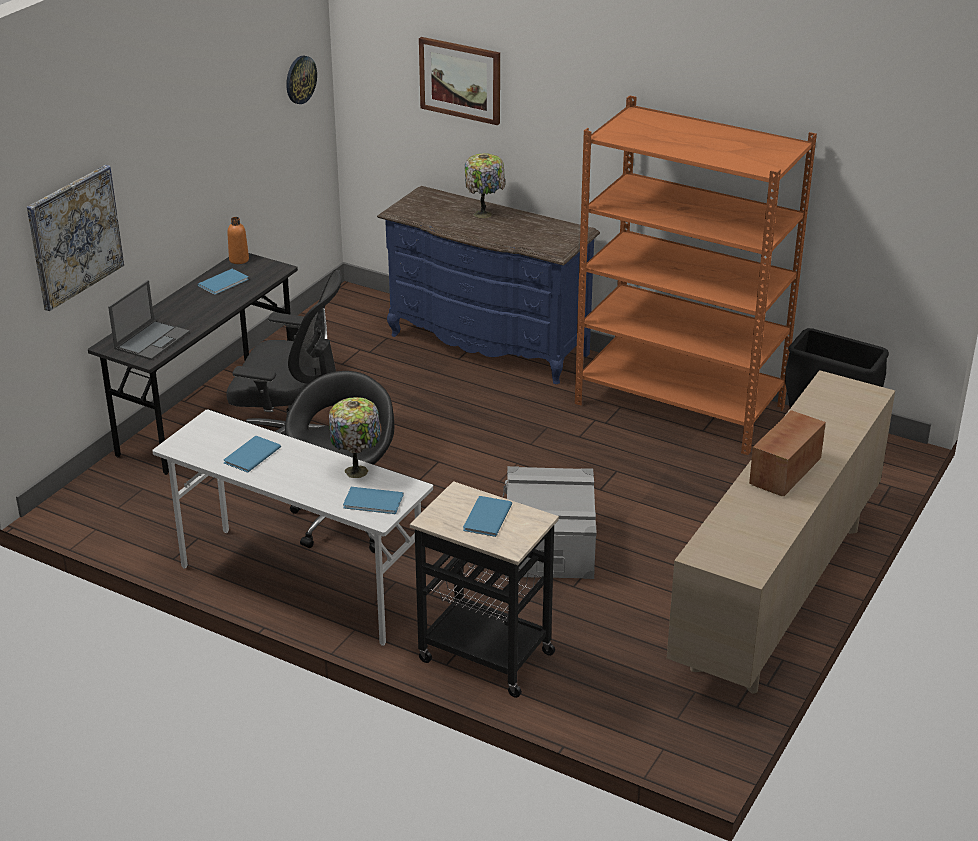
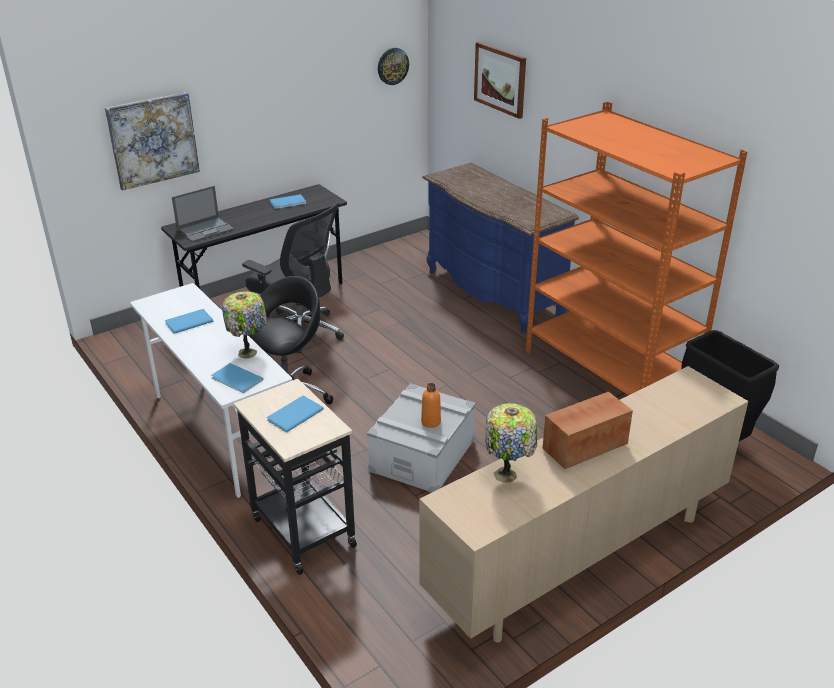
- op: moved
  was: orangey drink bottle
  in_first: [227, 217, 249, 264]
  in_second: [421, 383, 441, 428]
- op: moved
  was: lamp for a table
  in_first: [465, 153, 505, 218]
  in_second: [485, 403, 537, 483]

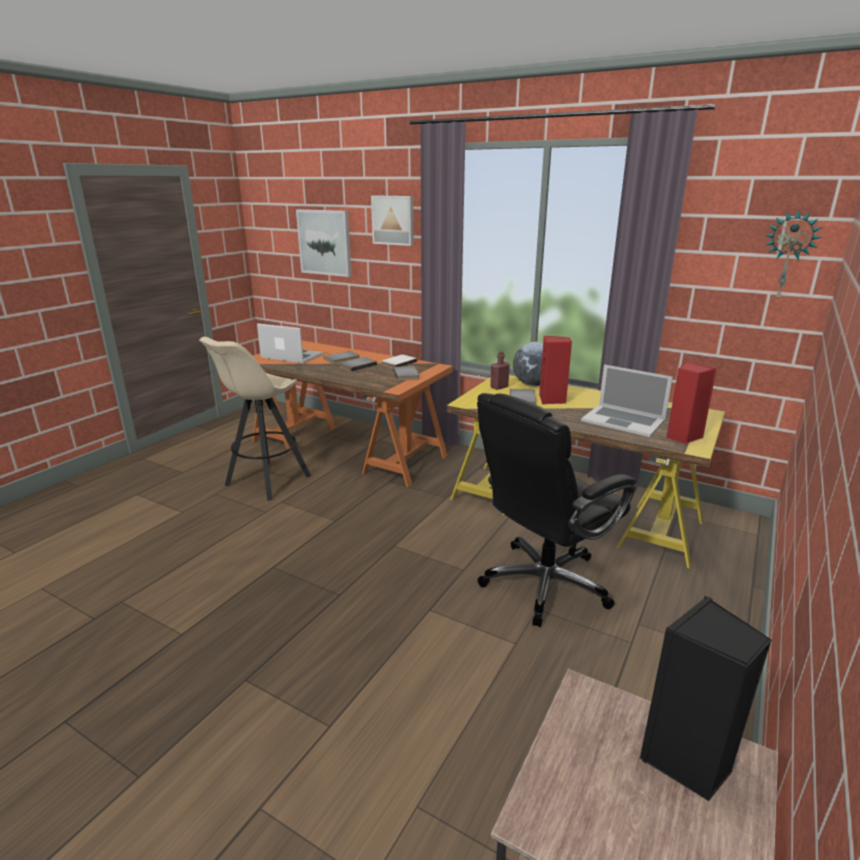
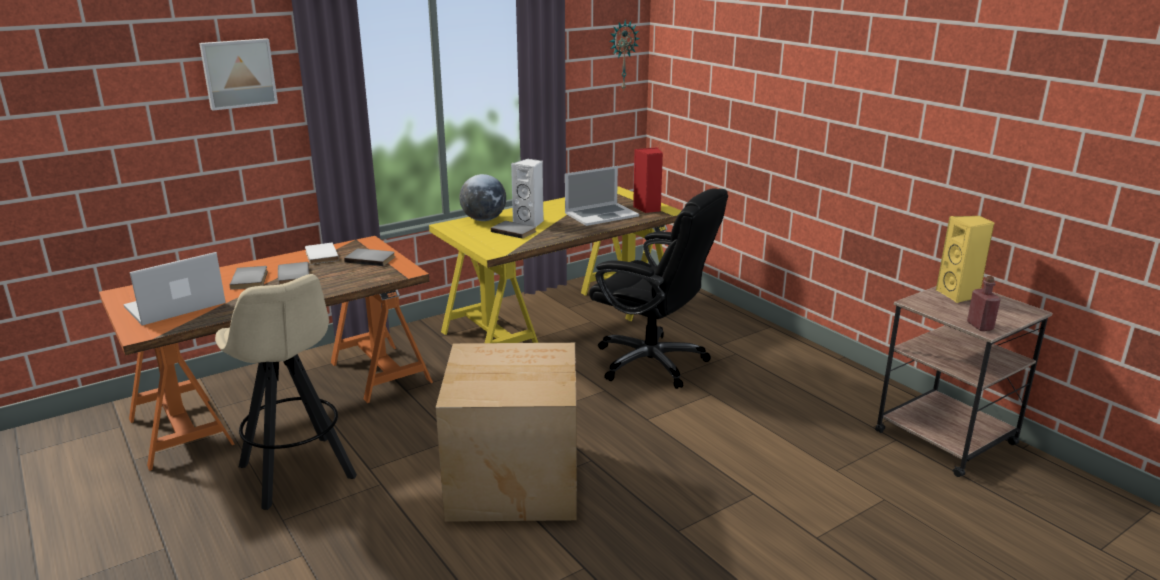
- op: removed
  was: wall picture
  in_first: [296, 209, 351, 277]
- op: added
  now: cardboard box
  in_second: [436, 343, 577, 522]
- op: moved
  was: red drink bottle
  in_first: [490, 351, 510, 390]
  in_second: [967, 276, 1001, 331]
- op: recoloured
  was: red audio speaker
  now: white audio speaker
  in_first: [539, 336, 572, 404]
  in_second: [511, 159, 544, 227]
- op: recoloured
  was: black audio speaker
  now: yellowish audio speaker
  in_first: [640, 596, 772, 801]
  in_second: [936, 216, 995, 303]
- op: turned
  was: black computer chair
  in_first: [477, 393, 636, 627]
  in_second: [589, 188, 728, 389]
  clockwise: -45

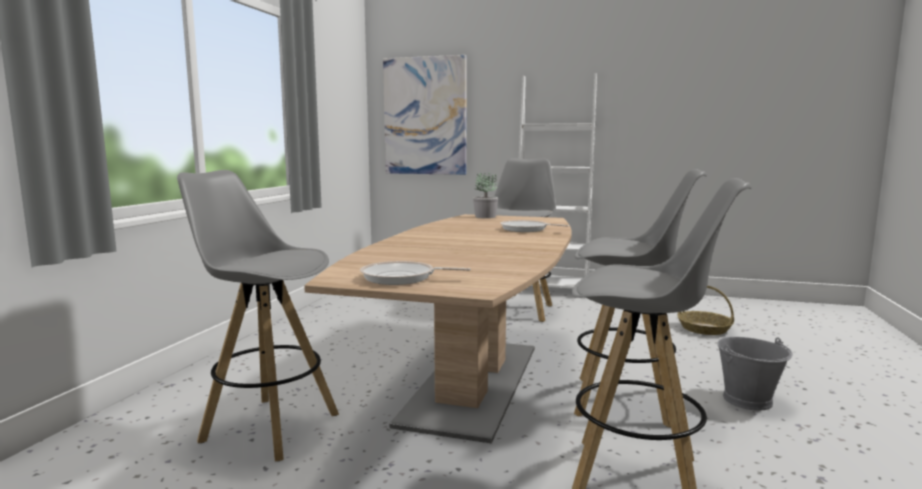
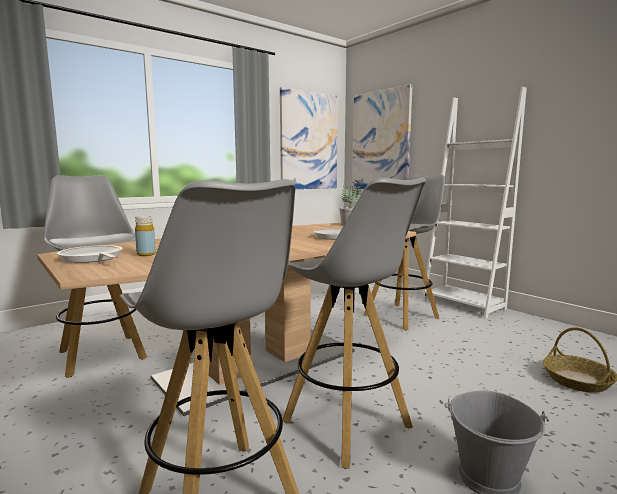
- op: added
  now: yellowish drink bottle
  in_second: [135, 216, 156, 256]
- op: added
  now: wall picture
  in_second: [280, 87, 338, 189]

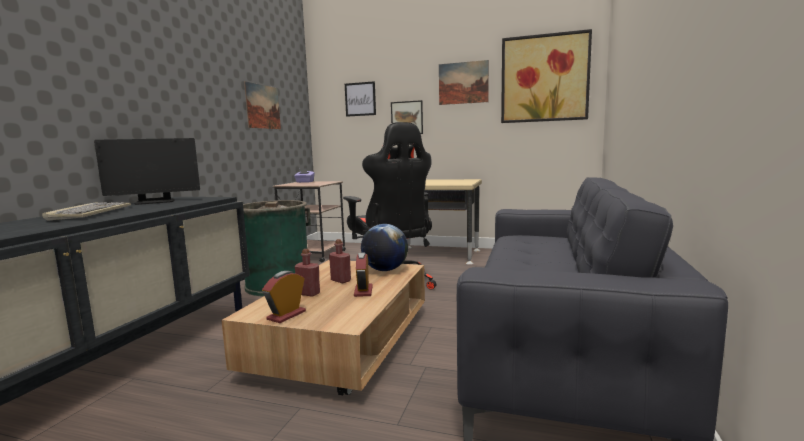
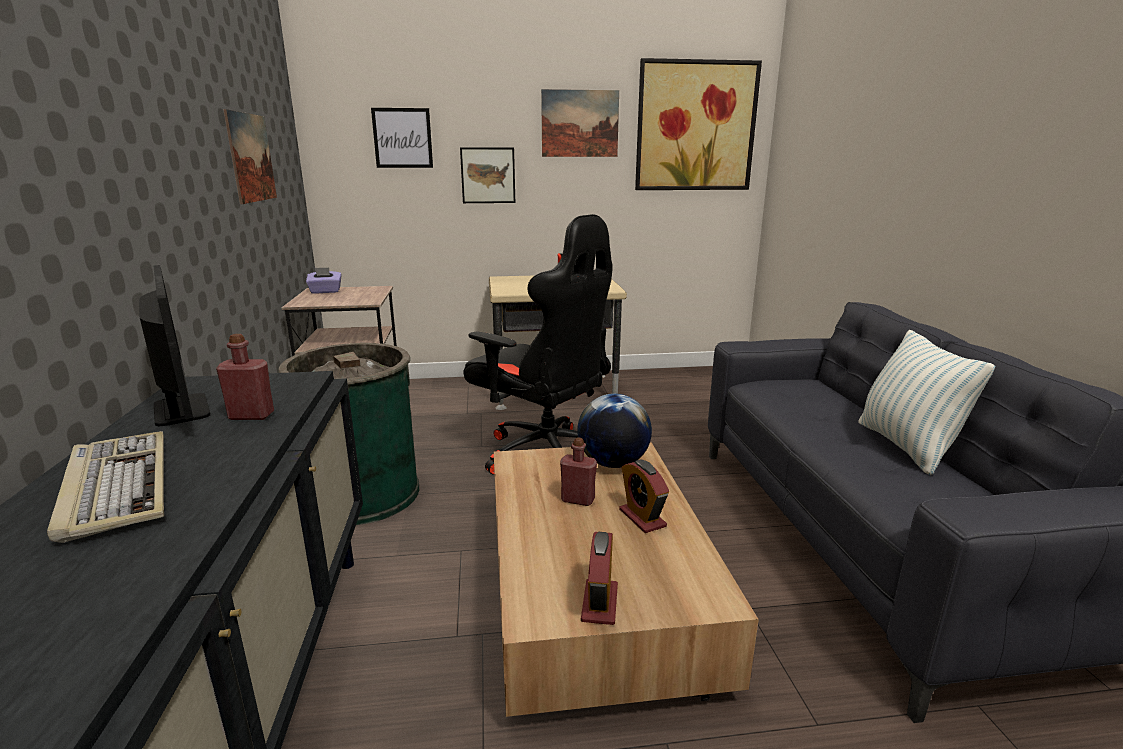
- op: added
  now: pillow
  in_second: [858, 330, 995, 475]
- op: moved
  was: red drink bottle
  in_first: [295, 249, 320, 297]
  in_second: [216, 334, 274, 420]
- op: turned
  was: computer display
  in_first: [94, 138, 200, 205]
  in_second: [139, 265, 210, 426]
  clockwise: -75

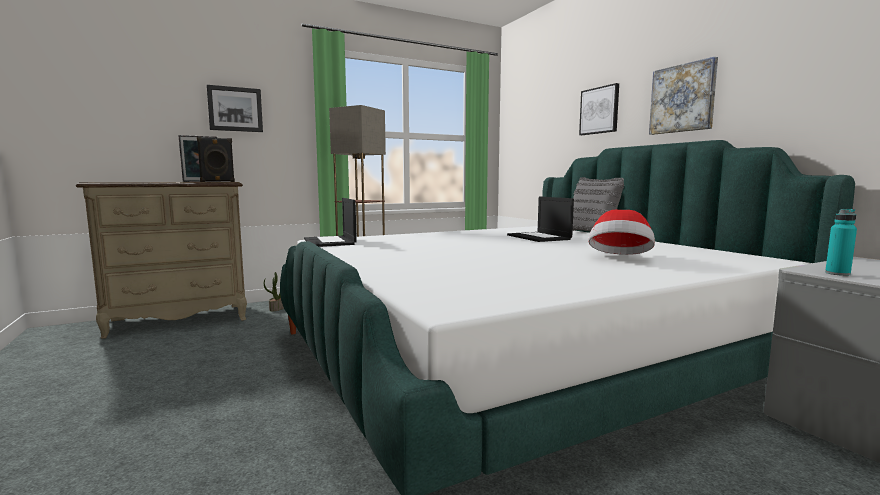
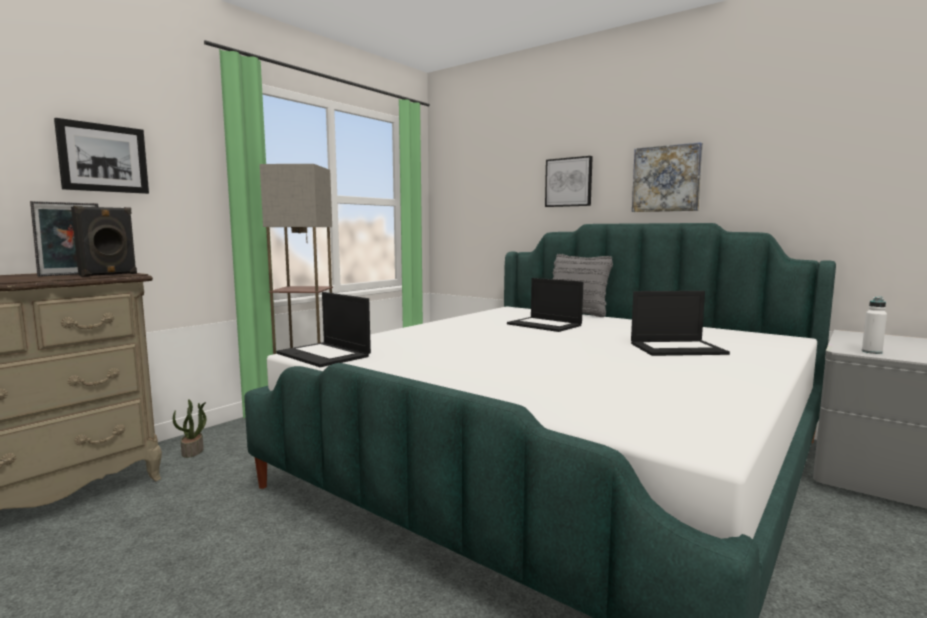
- op: replaced
  was: hat
  now: notebook computer
  in_first: [588, 210, 655, 255]
  in_second: [631, 291, 730, 356]
- op: recoloured
  was: blue-green drink bottle
  now: white drink bottle
  in_first: [825, 209, 857, 276]
  in_second: [862, 296, 887, 354]

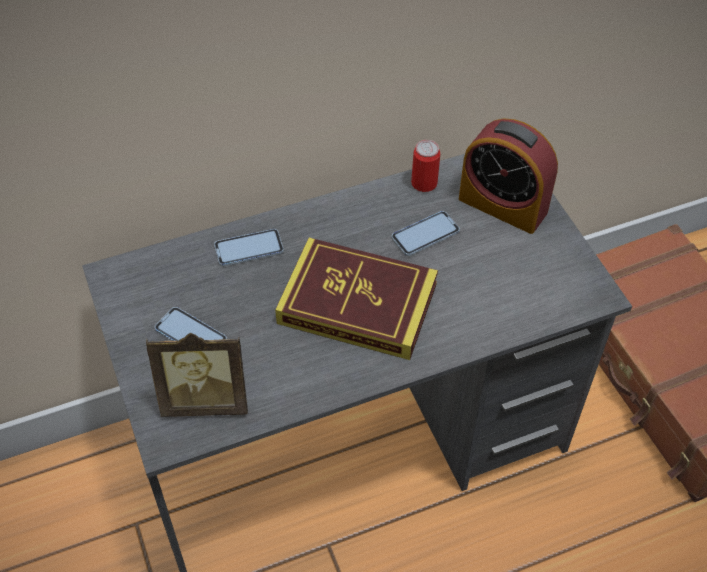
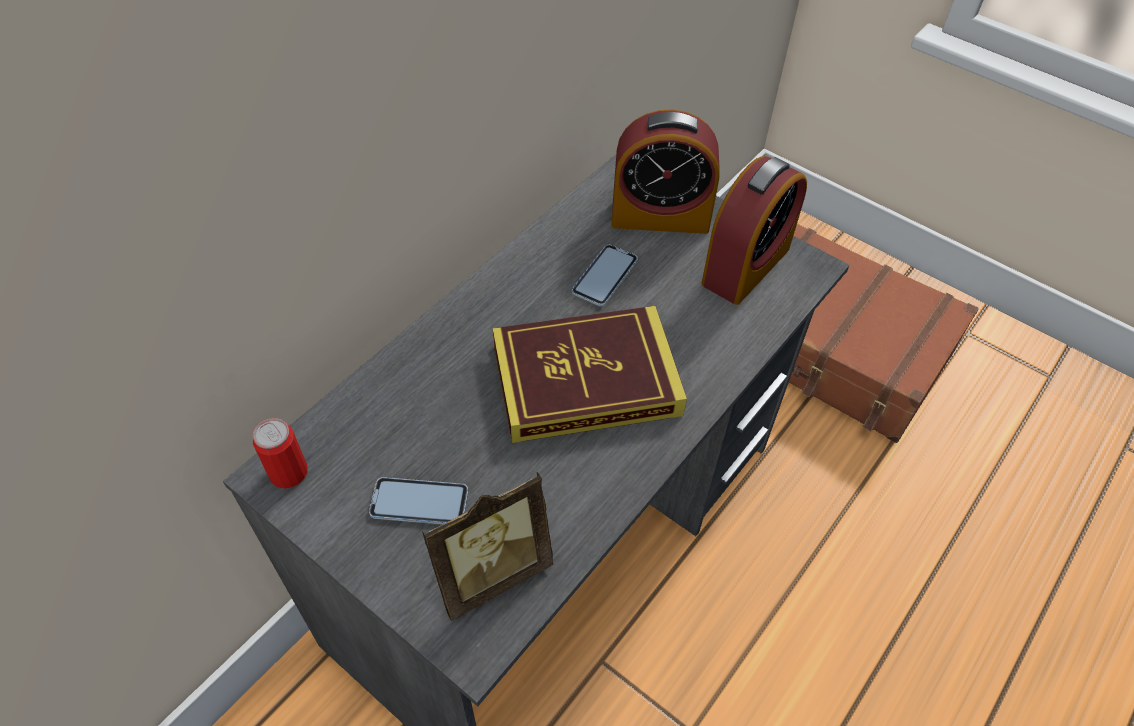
- op: removed
  was: phone
  in_first: [214, 229, 284, 266]
- op: added
  now: table clock
  in_second: [701, 156, 807, 305]
- op: moved
  was: can
  in_first: [411, 140, 440, 192]
  in_second: [253, 418, 308, 489]

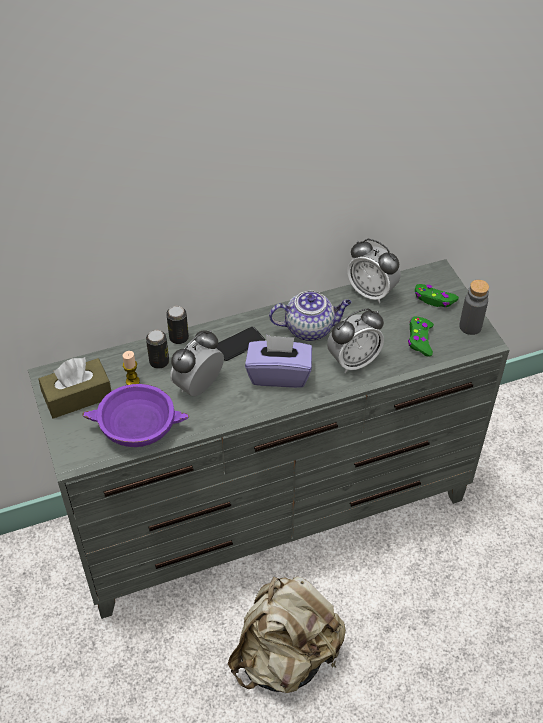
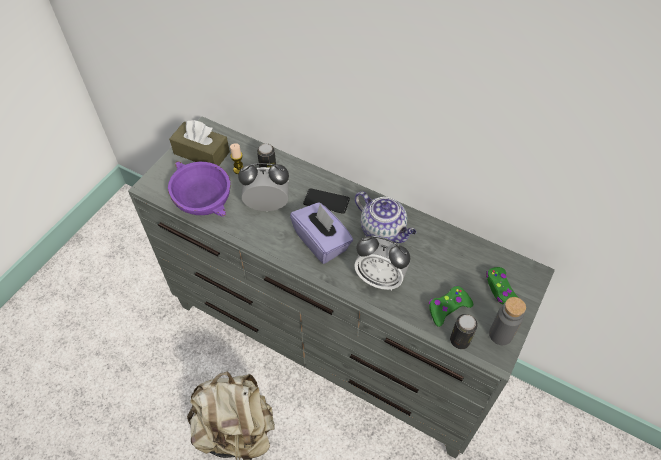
- op: removed
  was: table clock
  in_first: [347, 239, 401, 304]
- op: moved
  was: can
  in_first: [166, 306, 189, 344]
  in_second: [450, 314, 478, 349]

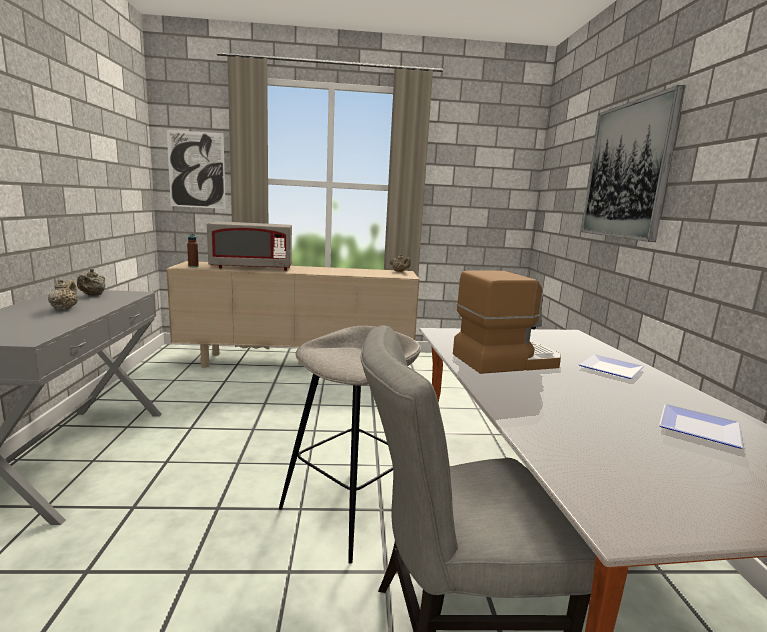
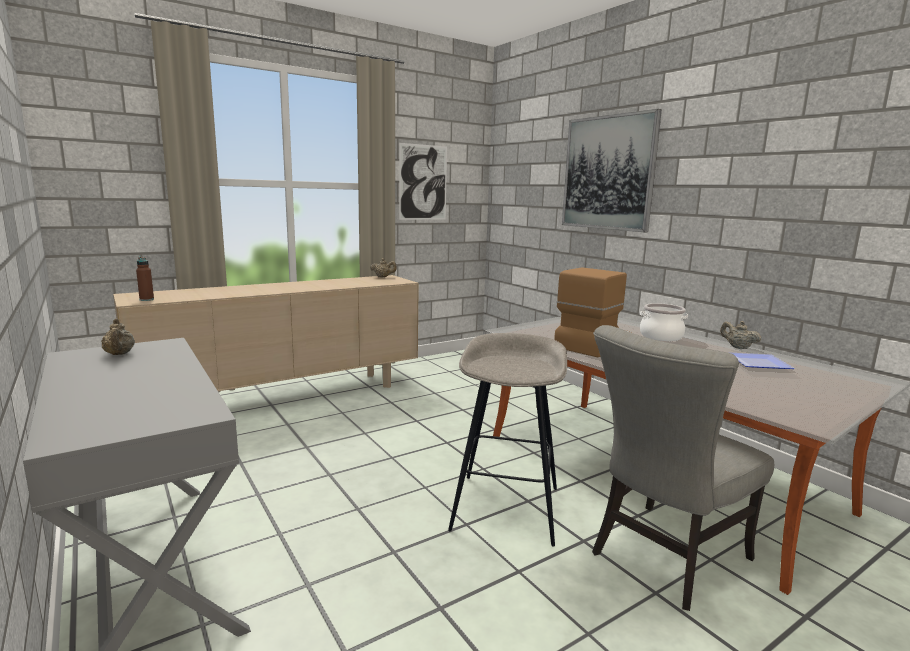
- op: removed
  was: greyish microwave
  in_first: [207, 221, 292, 271]
- op: moved
  was: beige tea pot
  in_first: [48, 278, 78, 310]
  in_second: [720, 321, 761, 349]
- op: moved
  was: wall picture
  in_first: [167, 130, 226, 209]
  in_second: [399, 143, 447, 220]
- op: replaced
  was: dinner plate
  now: stockpot
  in_first: [579, 354, 644, 379]
  in_second: [640, 303, 688, 341]

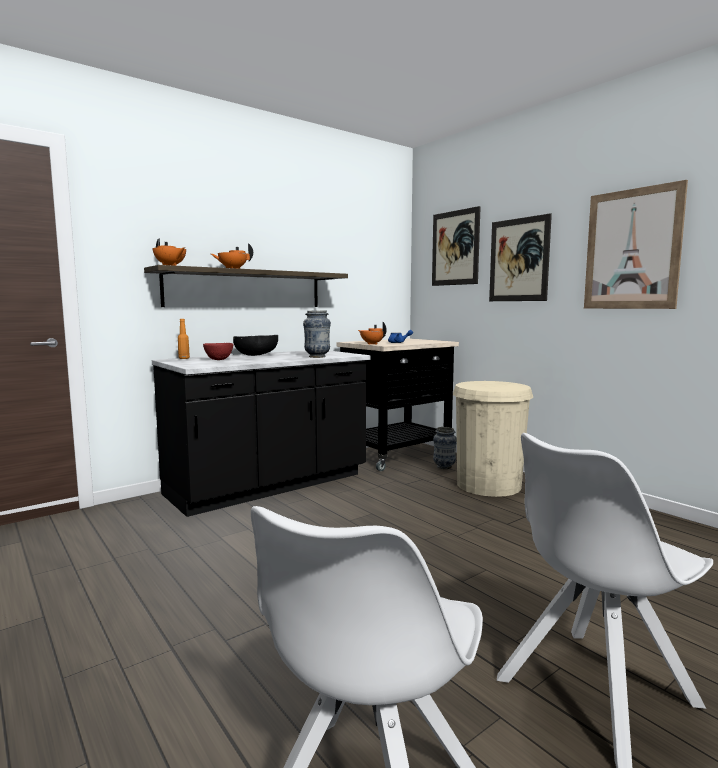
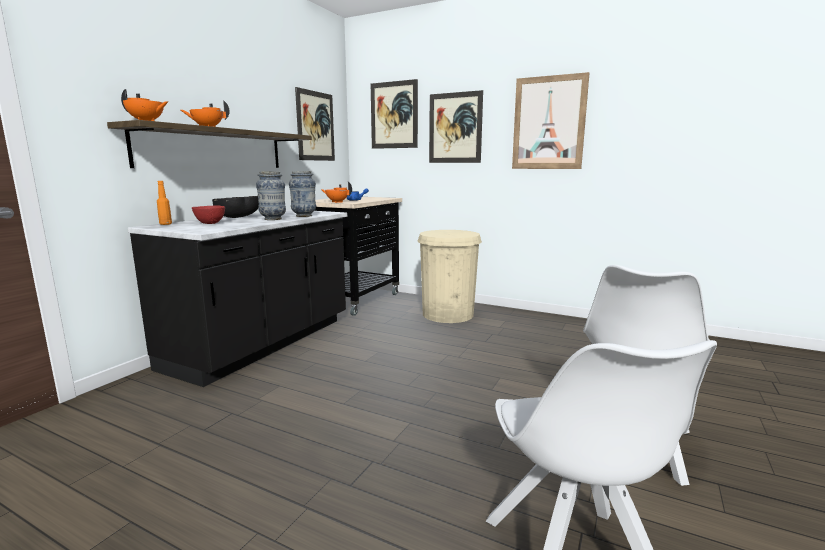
- op: added
  now: wall picture
  in_second: [295, 87, 335, 161]
- op: moved
  was: flower vase
  in_first: [433, 427, 457, 469]
  in_second: [256, 171, 286, 220]

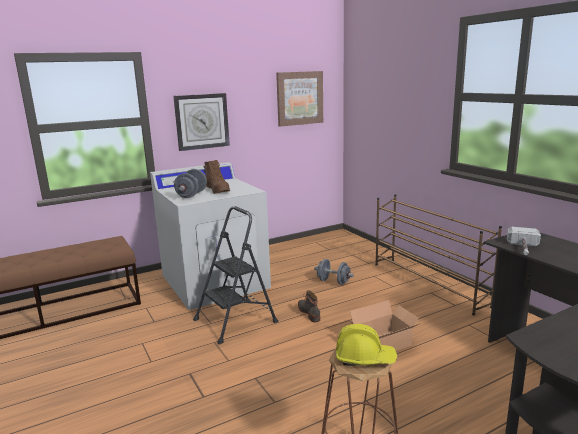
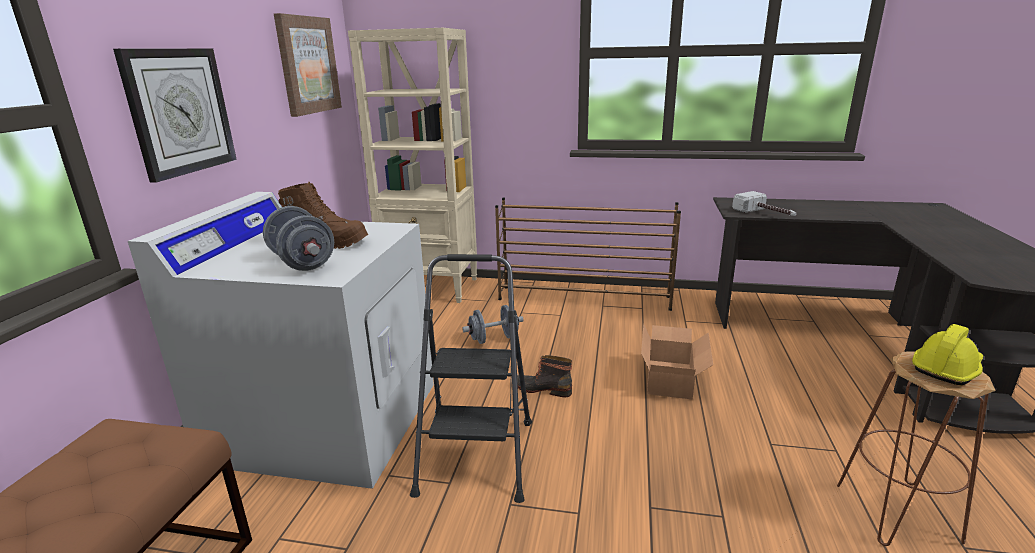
- op: added
  now: beige shelving unit
  in_second: [348, 28, 477, 303]

